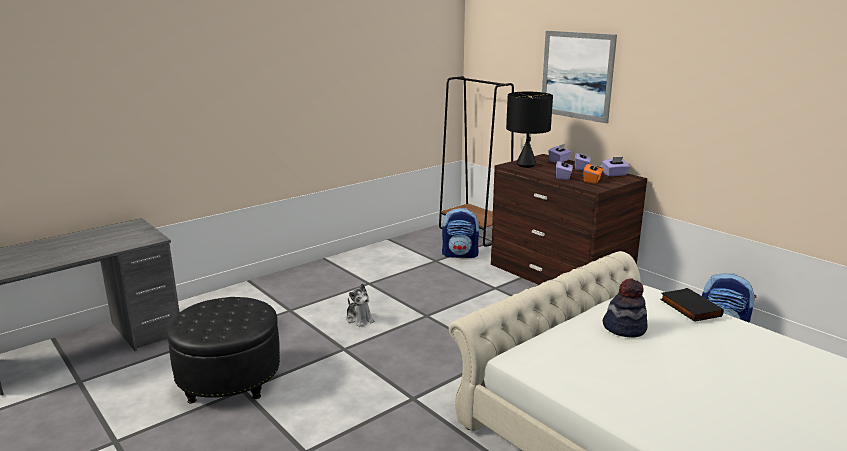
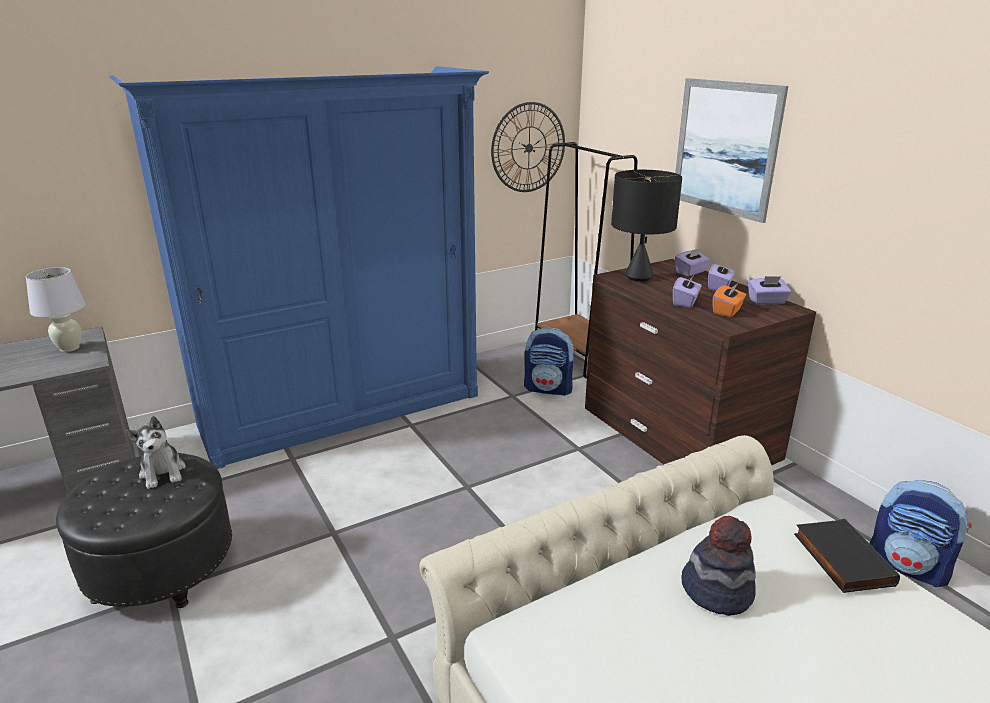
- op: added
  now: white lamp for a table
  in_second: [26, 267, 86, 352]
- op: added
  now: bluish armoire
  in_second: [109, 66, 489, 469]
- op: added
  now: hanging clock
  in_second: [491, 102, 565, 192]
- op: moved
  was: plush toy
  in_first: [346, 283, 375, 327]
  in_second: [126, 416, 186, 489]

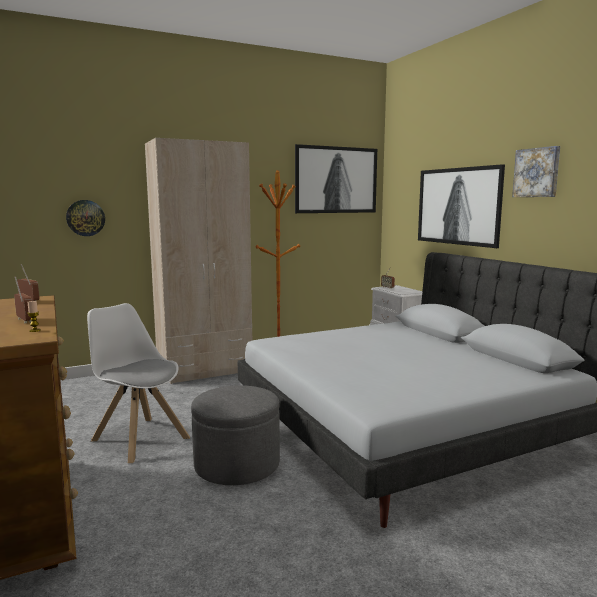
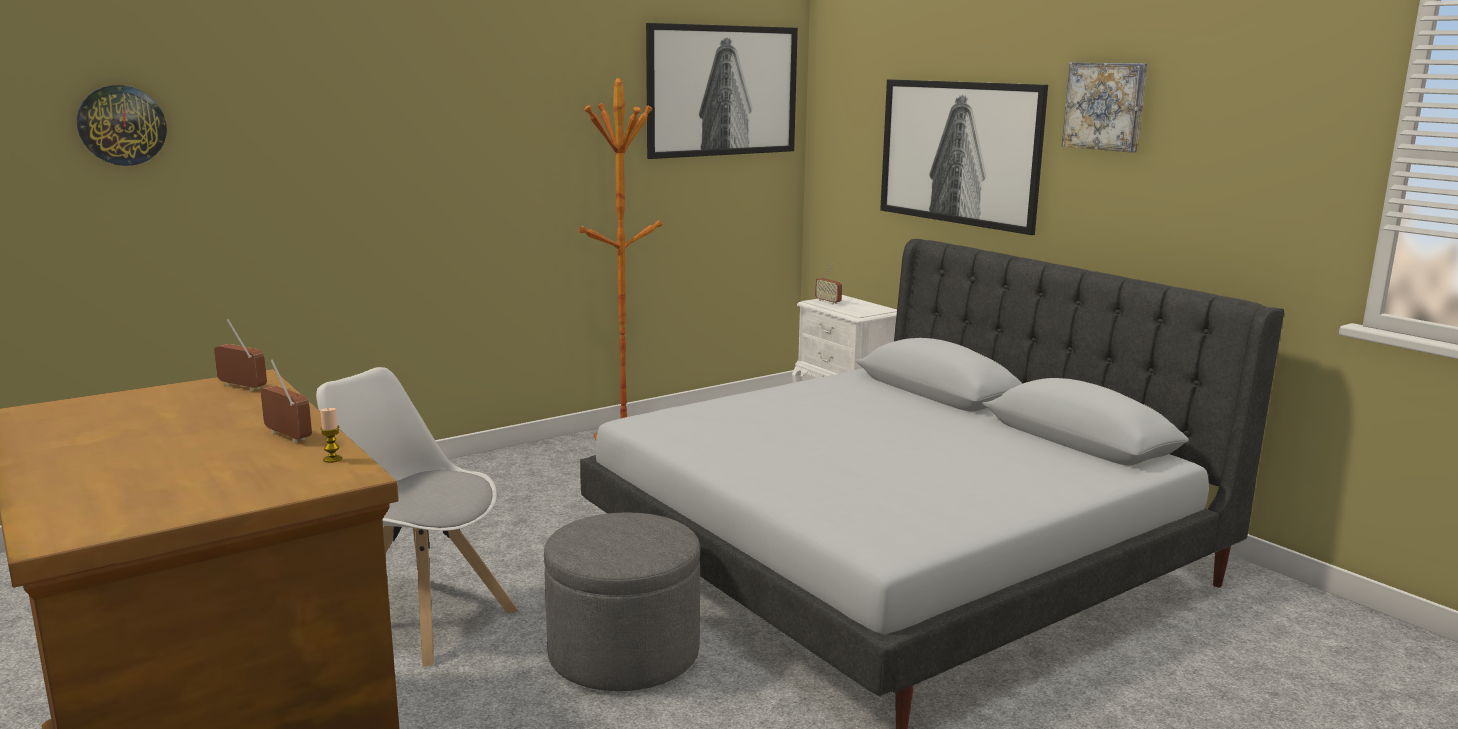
- op: removed
  was: beige armoire
  in_first: [145, 138, 252, 384]
- op: moved
  was: hanging clock
  in_first: [66, 200, 105, 236]
  in_second: [77, 85, 167, 166]

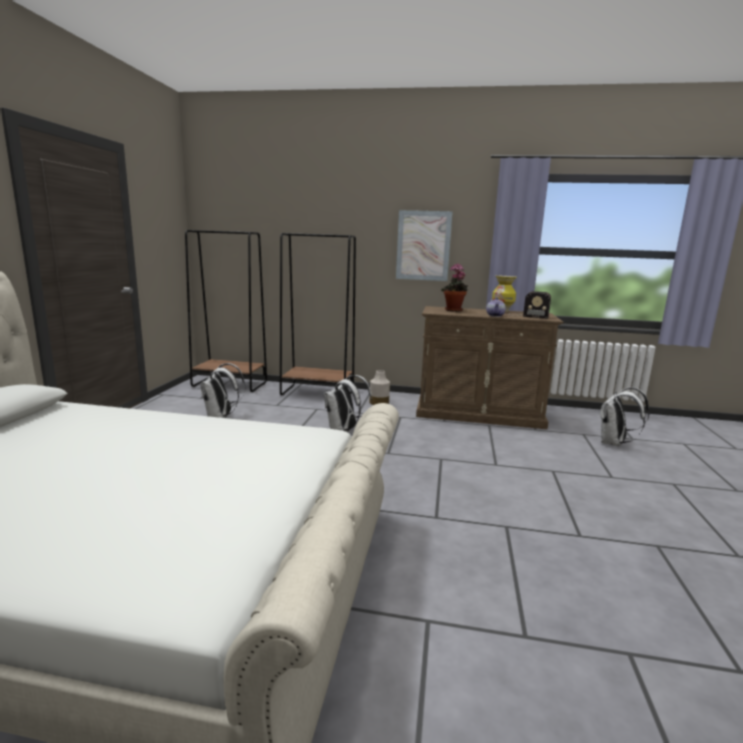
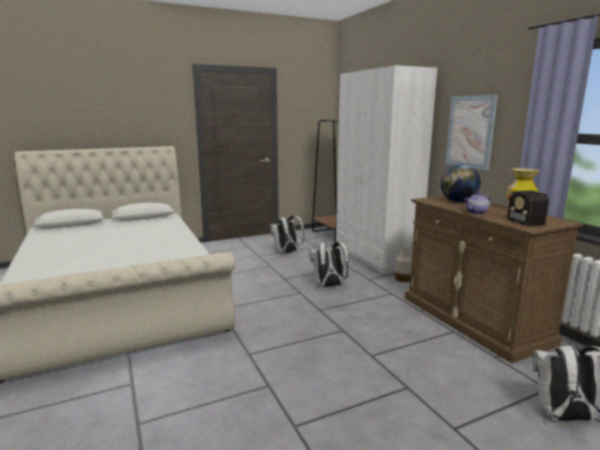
- op: replaced
  was: garment stand
  now: white armoire
  in_first: [280, 233, 356, 396]
  in_second: [336, 65, 437, 274]
- op: replaced
  was: houseplant
  now: desk globe
  in_first: [441, 263, 468, 312]
  in_second: [441, 164, 481, 202]

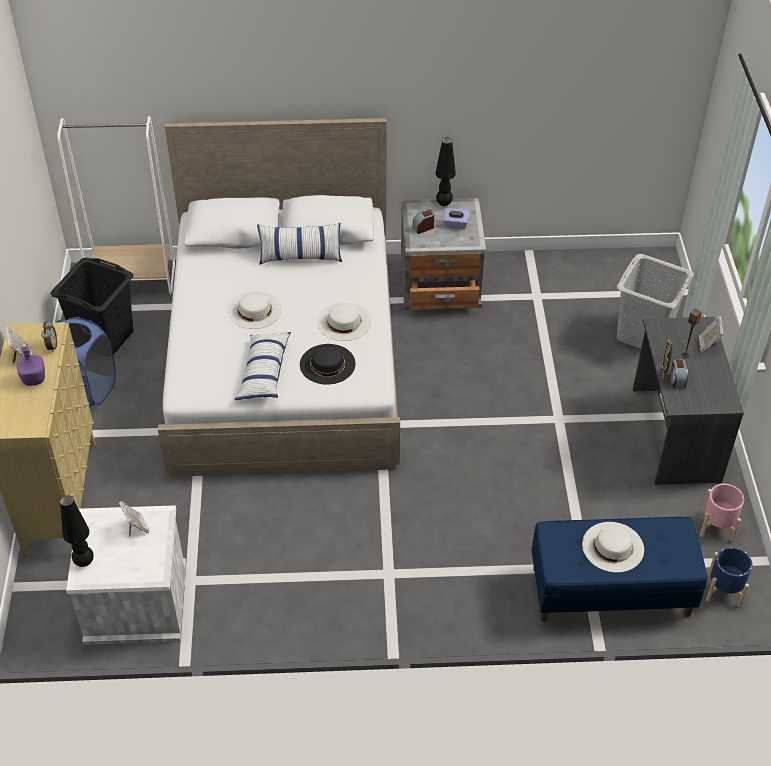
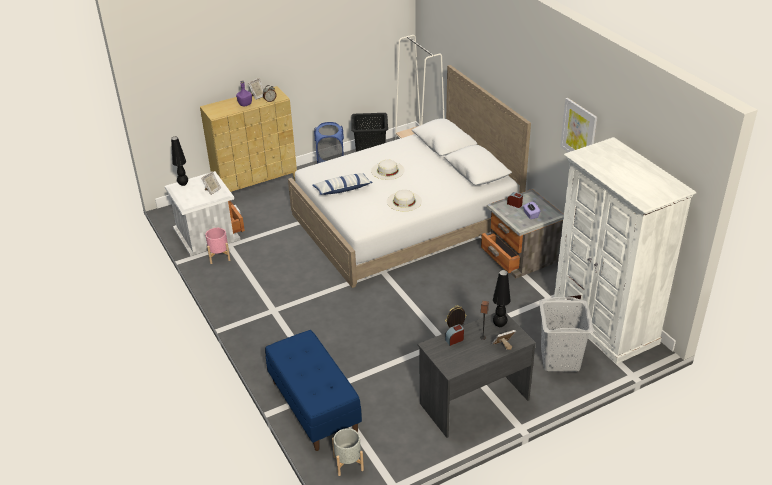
- op: removed
  was: pillow
  in_first: [257, 223, 342, 265]
- op: removed
  was: black hat
  in_first: [300, 344, 356, 385]
- op: removed
  was: white hat
  in_first: [582, 522, 644, 573]
- op: added
  now: white armoire
  in_second: [554, 137, 697, 364]
- op: added
  now: wall picture
  in_second: [560, 98, 597, 152]
- op: moved
  was: black lamp for a table
  in_first: [435, 137, 456, 206]
  in_second: [493, 270, 511, 327]
- op: moved
  was: pink-coloured flower pot
  in_first: [700, 484, 744, 542]
  in_second: [205, 228, 230, 264]
- op: recoloured
  was: bluish flower pot
  now: greyish flower pot
  in_first: [706, 547, 752, 608]
  in_second: [332, 428, 364, 476]

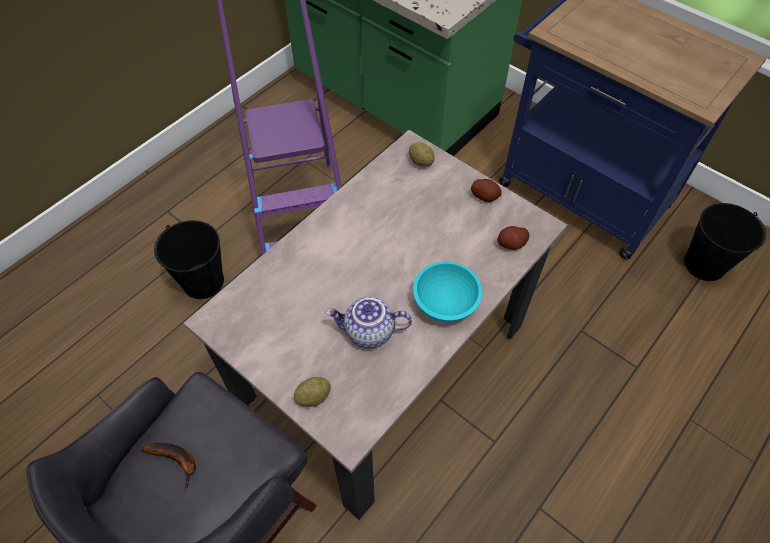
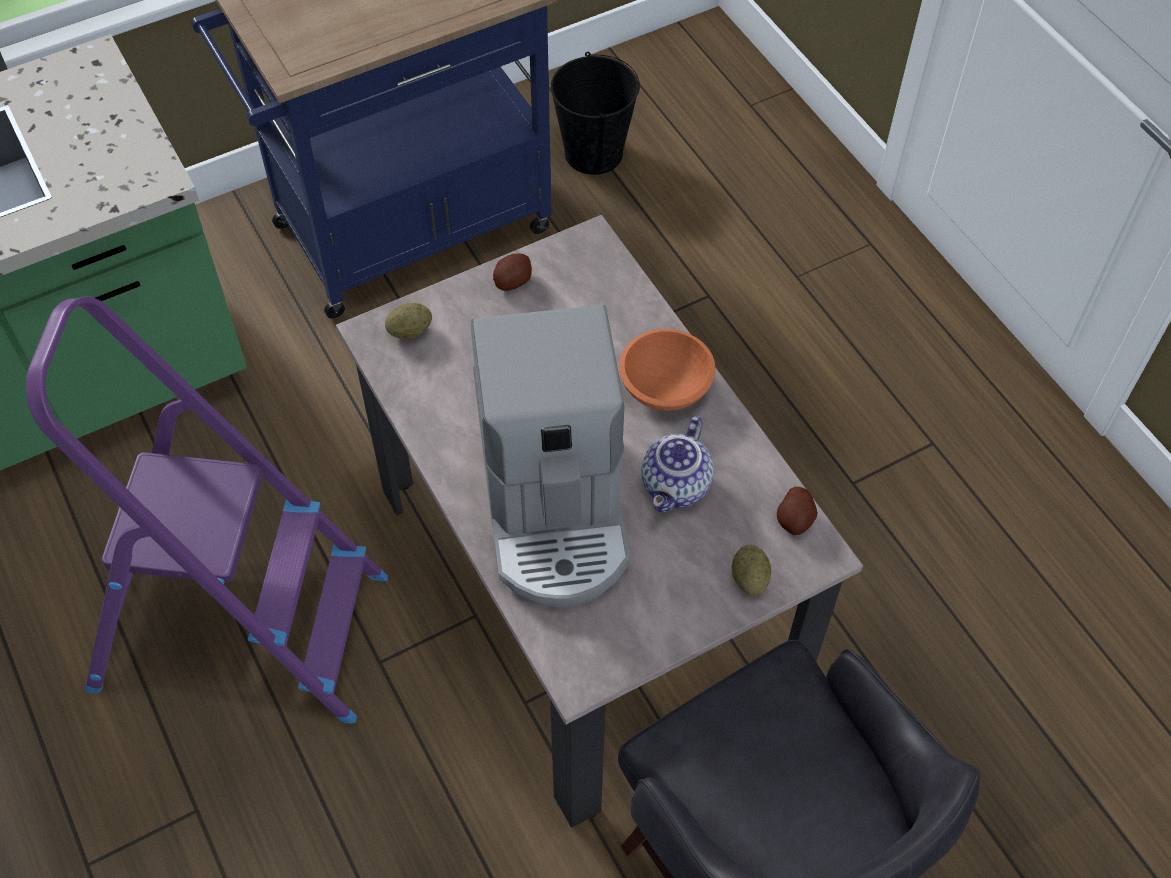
- op: removed
  was: banana
  in_first: [141, 442, 196, 490]
- op: removed
  was: black water bucket
  in_first: [154, 220, 224, 299]
- op: added
  now: coffee machine
  in_second: [471, 305, 630, 608]
- op: moved
  was: potato
  in_first: [497, 226, 530, 250]
  in_second: [777, 487, 818, 535]
- op: recoloured
  was: blue-green bowl
  now: orangey bowl
  in_first: [413, 262, 482, 322]
  in_second: [619, 329, 716, 410]

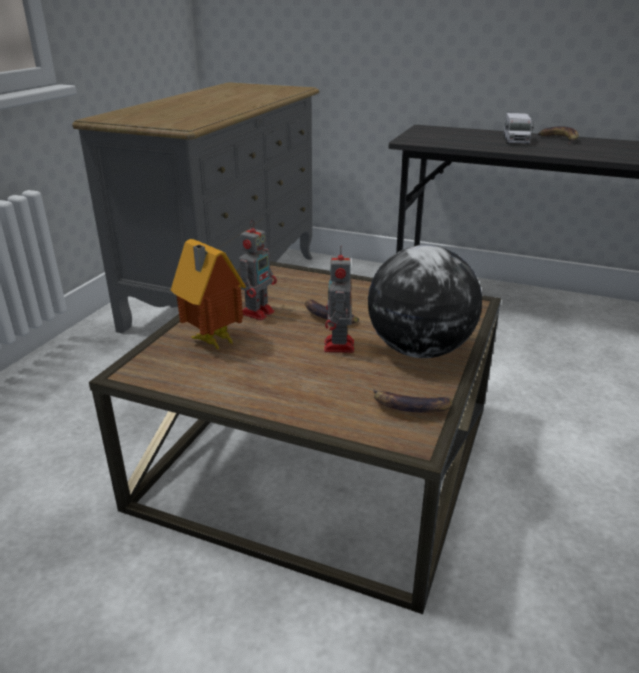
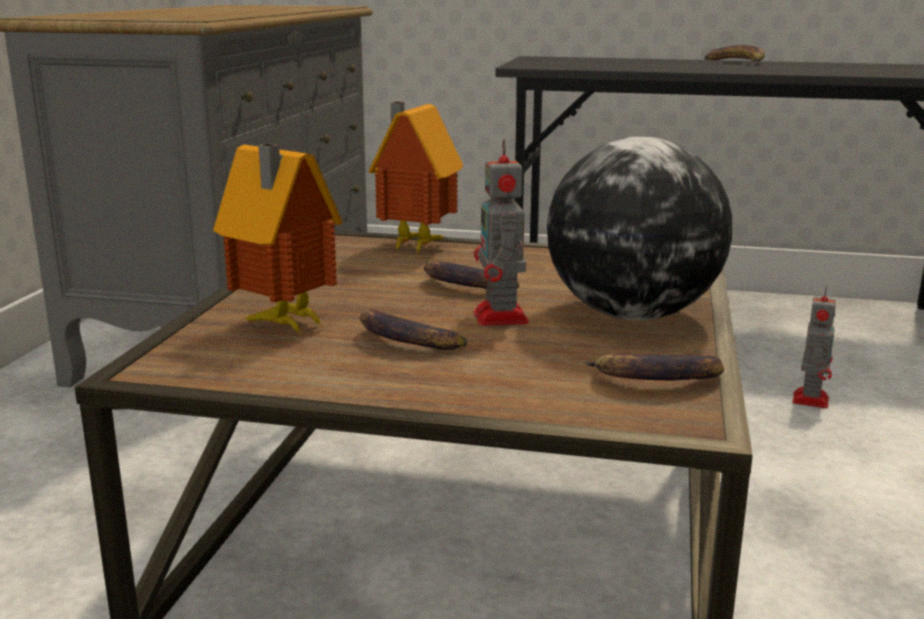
- op: removed
  was: toy truck
  in_first: [503, 113, 534, 144]
- op: added
  now: banana
  in_second: [360, 309, 467, 350]
- op: added
  now: toy house
  in_second: [368, 101, 463, 253]
- op: moved
  was: toy robot
  in_first: [239, 220, 277, 320]
  in_second: [792, 286, 836, 408]

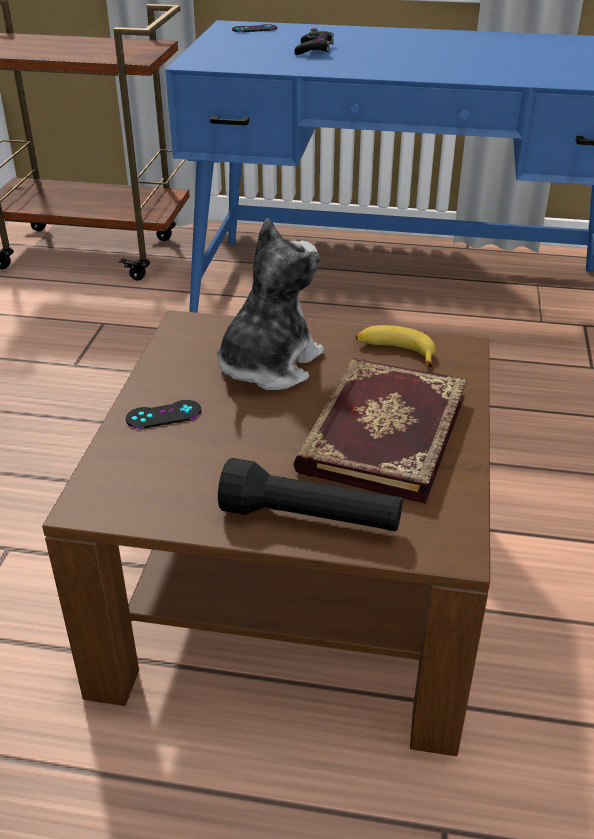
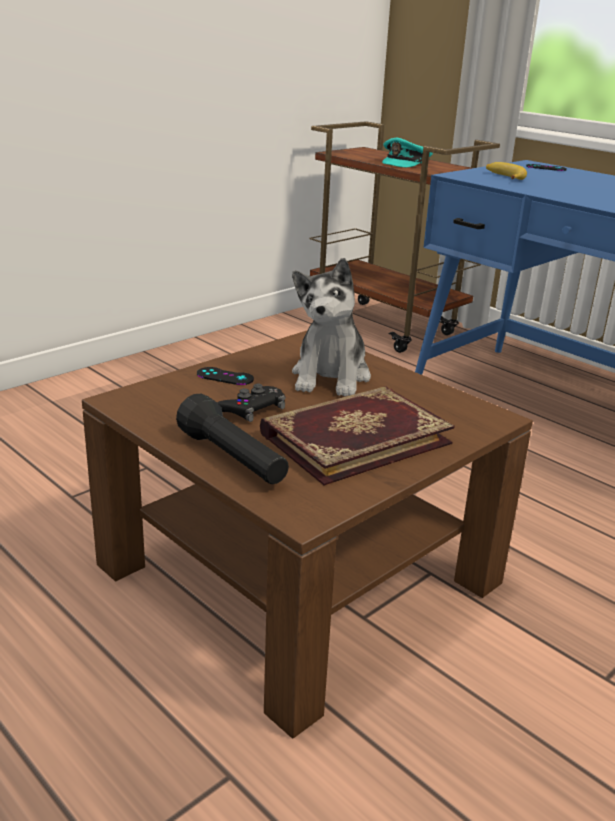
- op: added
  now: blue-green peaked cap
  in_second: [382, 138, 433, 167]
- op: moved
  was: black gamepad
  in_first: [295, 28, 334, 55]
  in_second: [217, 384, 286, 422]
- op: moved
  was: banana
  in_first: [356, 325, 436, 367]
  in_second: [486, 162, 527, 180]
- op: turned
  was: plush toy
  in_first: [218, 218, 324, 391]
  in_second: [292, 258, 371, 397]
  clockwise: 120

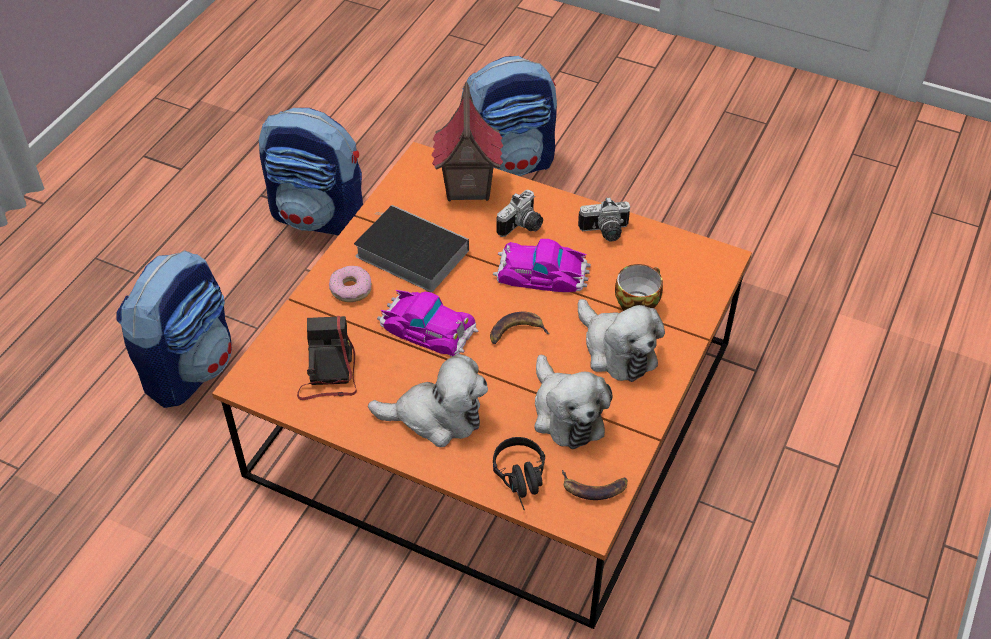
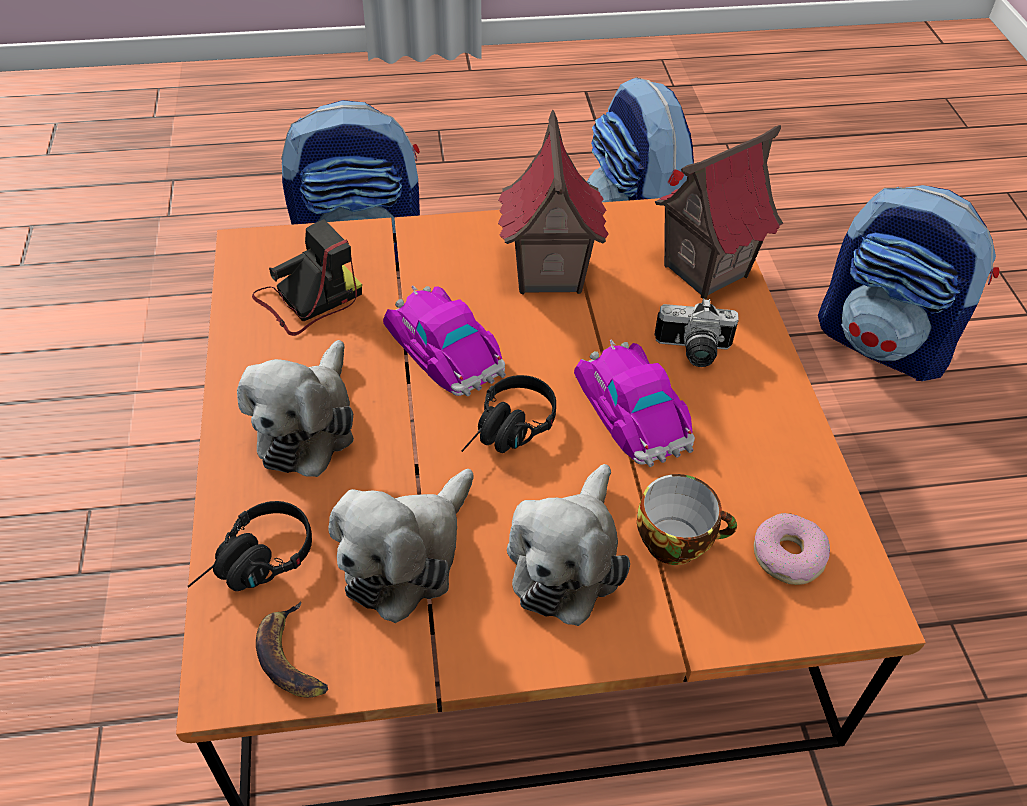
- op: removed
  was: photo camera
  in_first: [578, 197, 630, 241]
- op: moved
  was: ring doughnut
  in_first: [329, 266, 372, 302]
  in_second: [754, 513, 830, 585]
- op: replaced
  was: bound book
  now: toy house
  in_first: [354, 205, 469, 292]
  in_second: [498, 110, 609, 295]
- op: replaced
  was: banana
  now: black pair of headphones
  in_first: [490, 311, 550, 344]
  in_second: [461, 375, 556, 453]
- op: turned
  was: plush toy
  in_first: [368, 354, 488, 447]
  in_second: [237, 340, 354, 477]
  clockwise: 45
- op: turned
  was: model car
  in_first: [377, 290, 478, 357]
  in_second: [383, 285, 506, 397]
  clockwise: 150

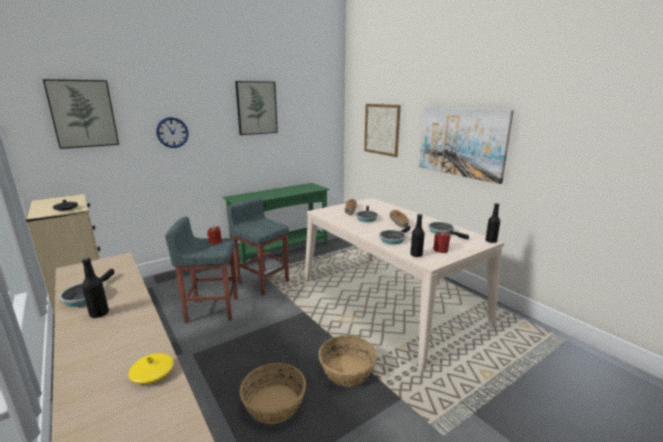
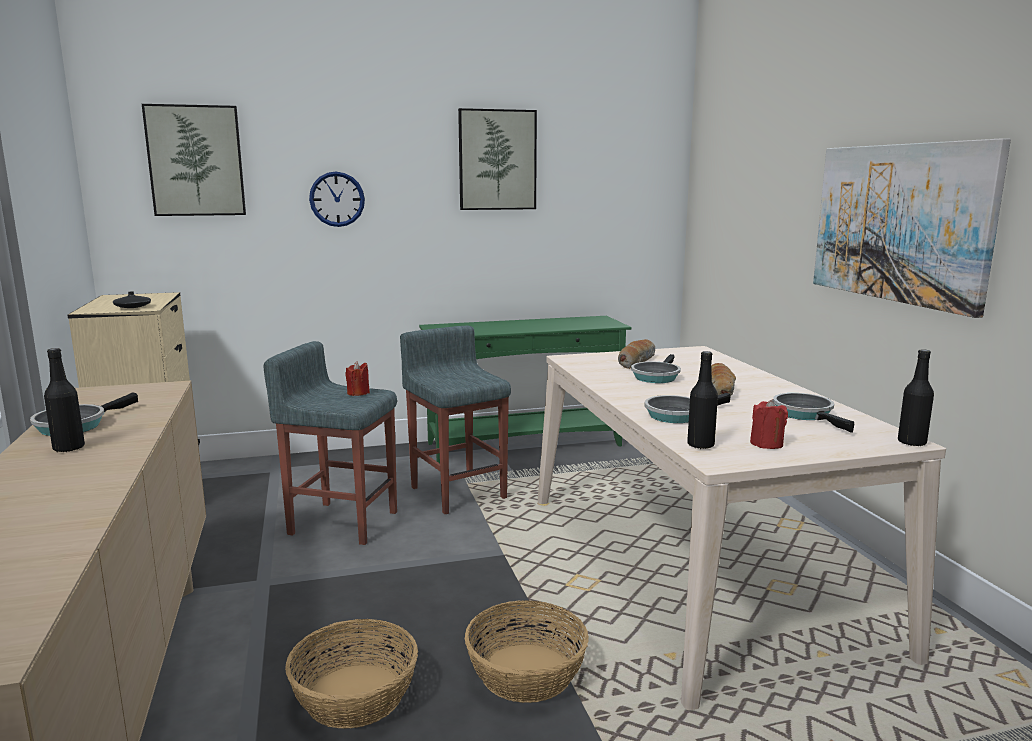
- op: removed
  was: yellowish flower vase
  in_first: [128, 353, 174, 385]
- op: removed
  was: wall picture
  in_first: [364, 104, 401, 157]

